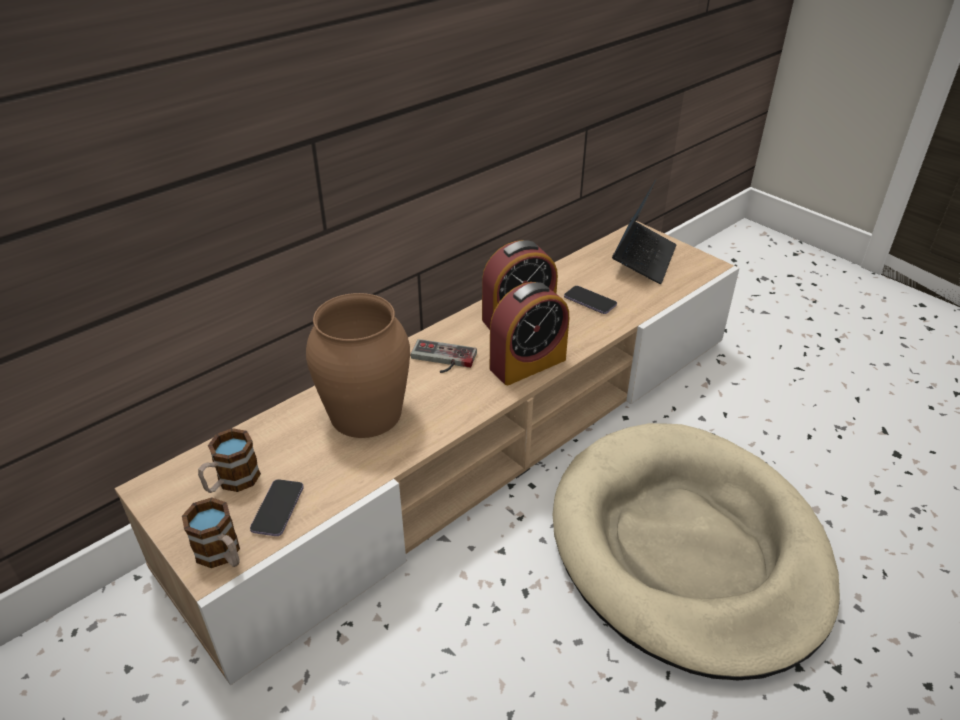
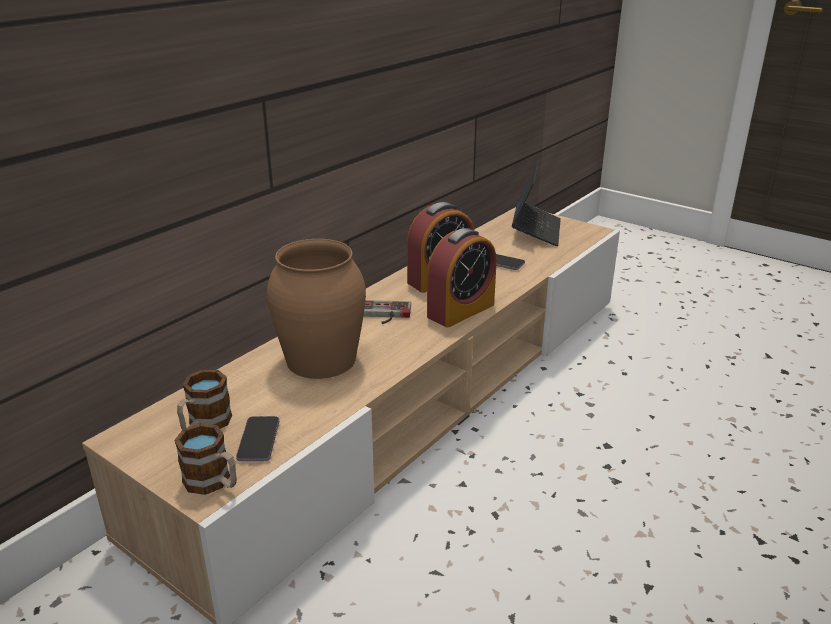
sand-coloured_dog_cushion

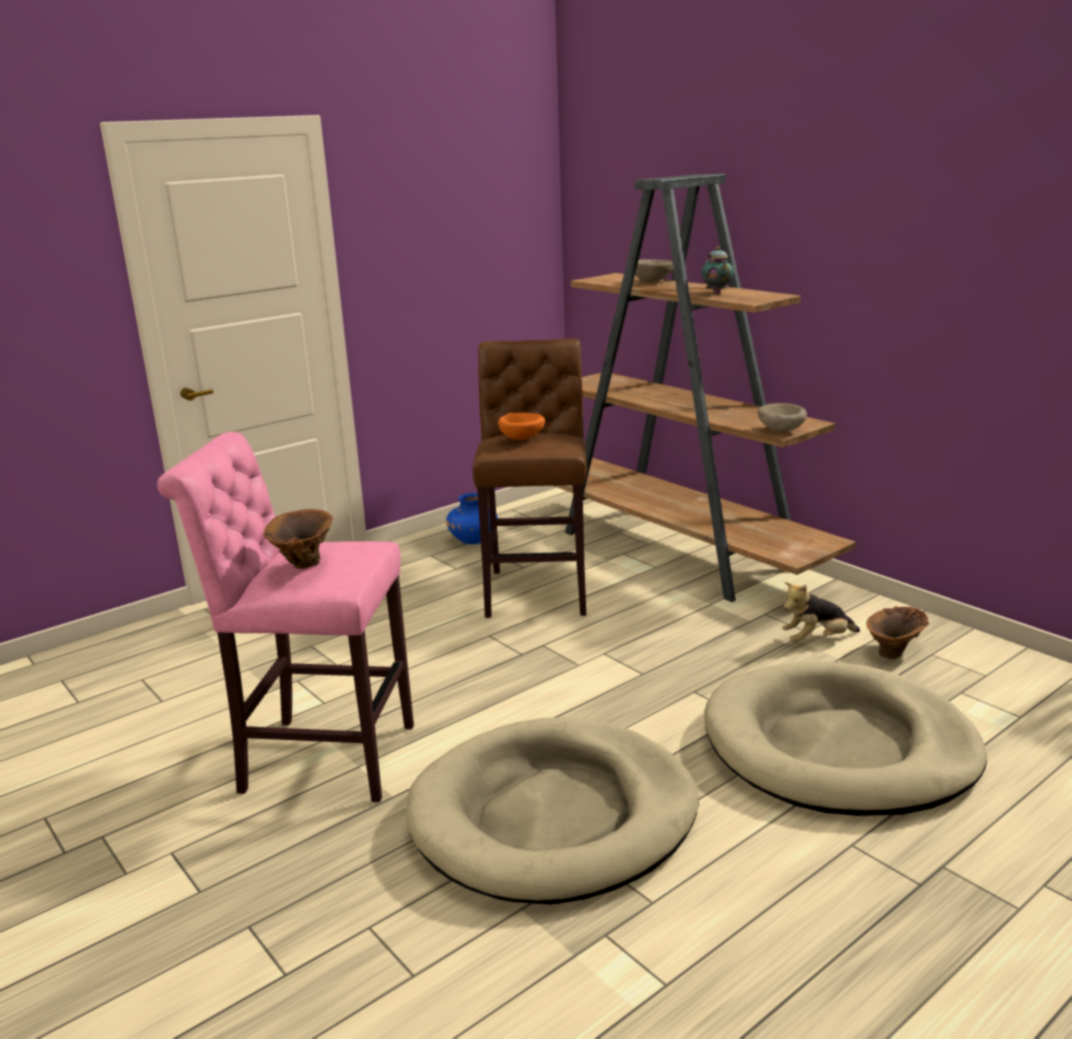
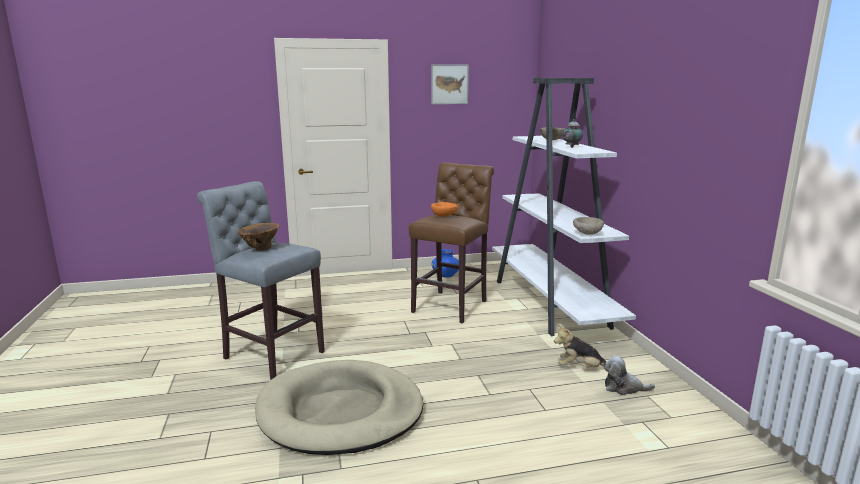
sand-coloured_dog_cushion (no. 2 from left in the first image)
picture
soft_toy (no. 2 from left)
grey_stool
white_bookshelf

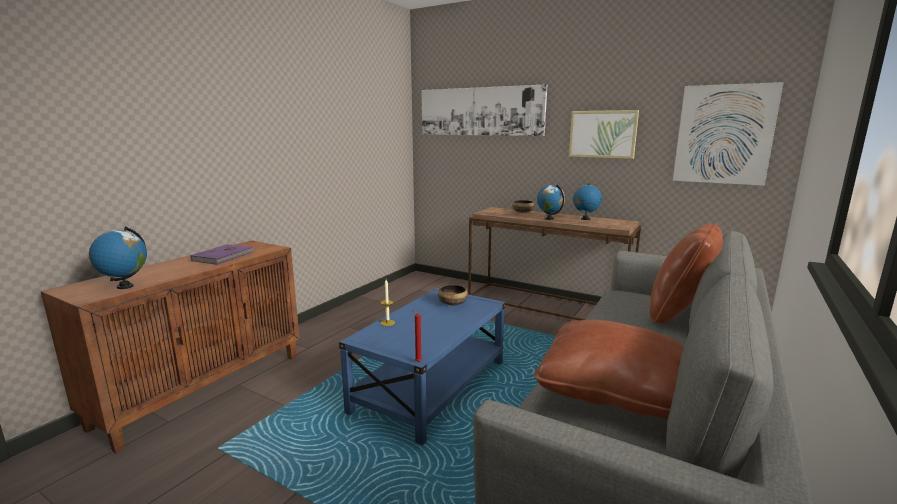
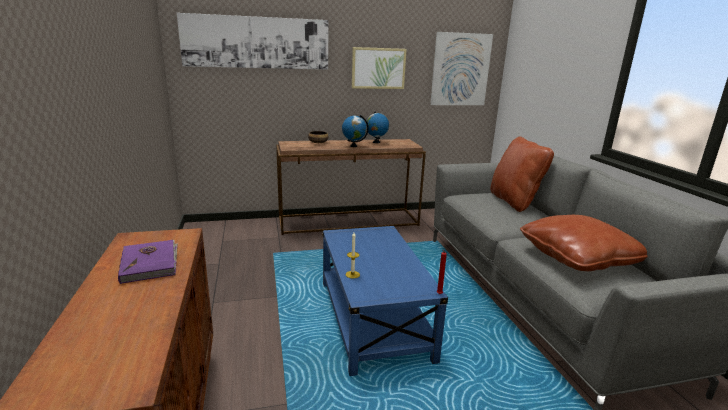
world_globe (no. 1 from left in the first image)
deep_dish (no. 1 from left in the first image)

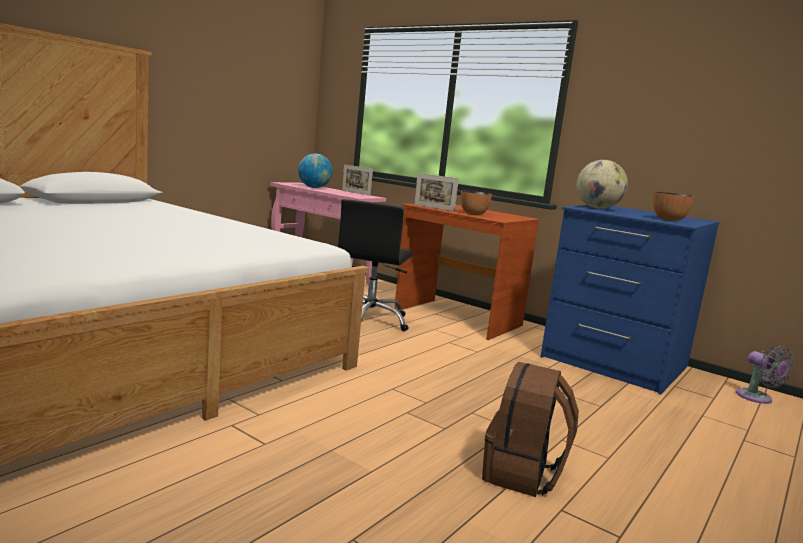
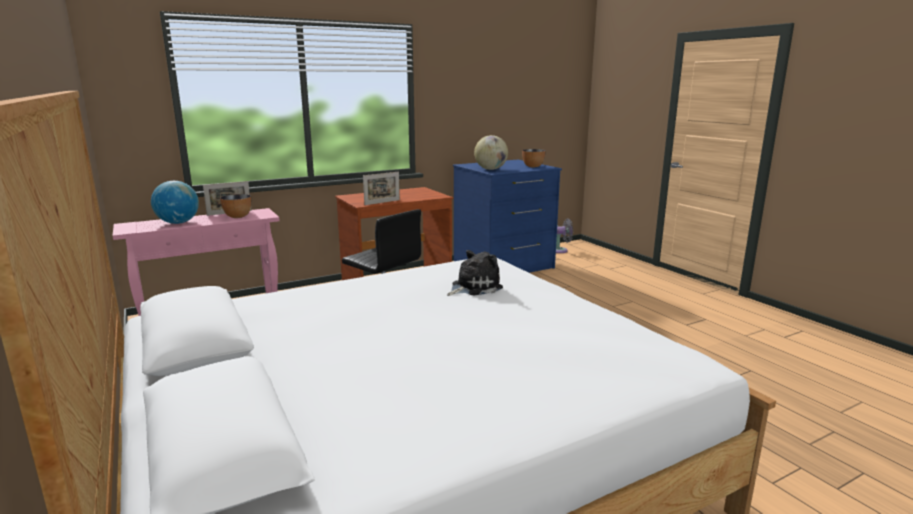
brownish_backpack
soft_toy
deep_dish (no. 1 from left)

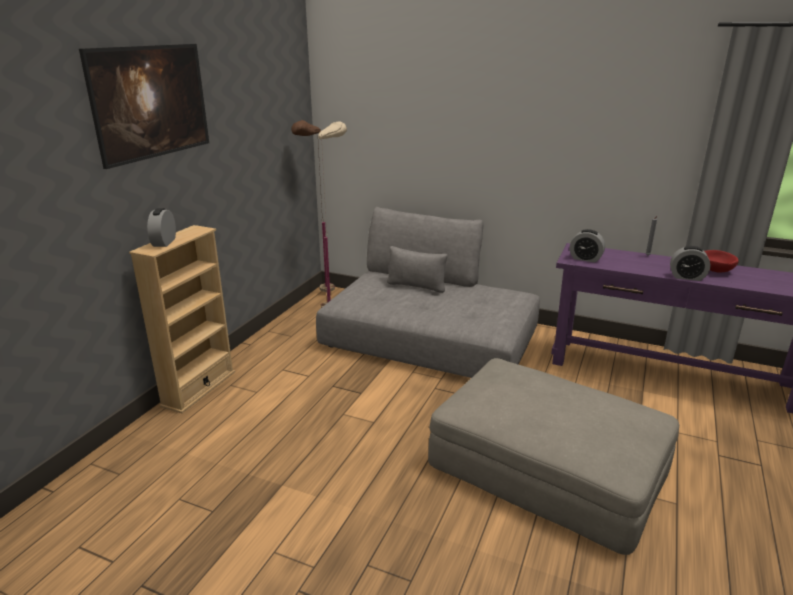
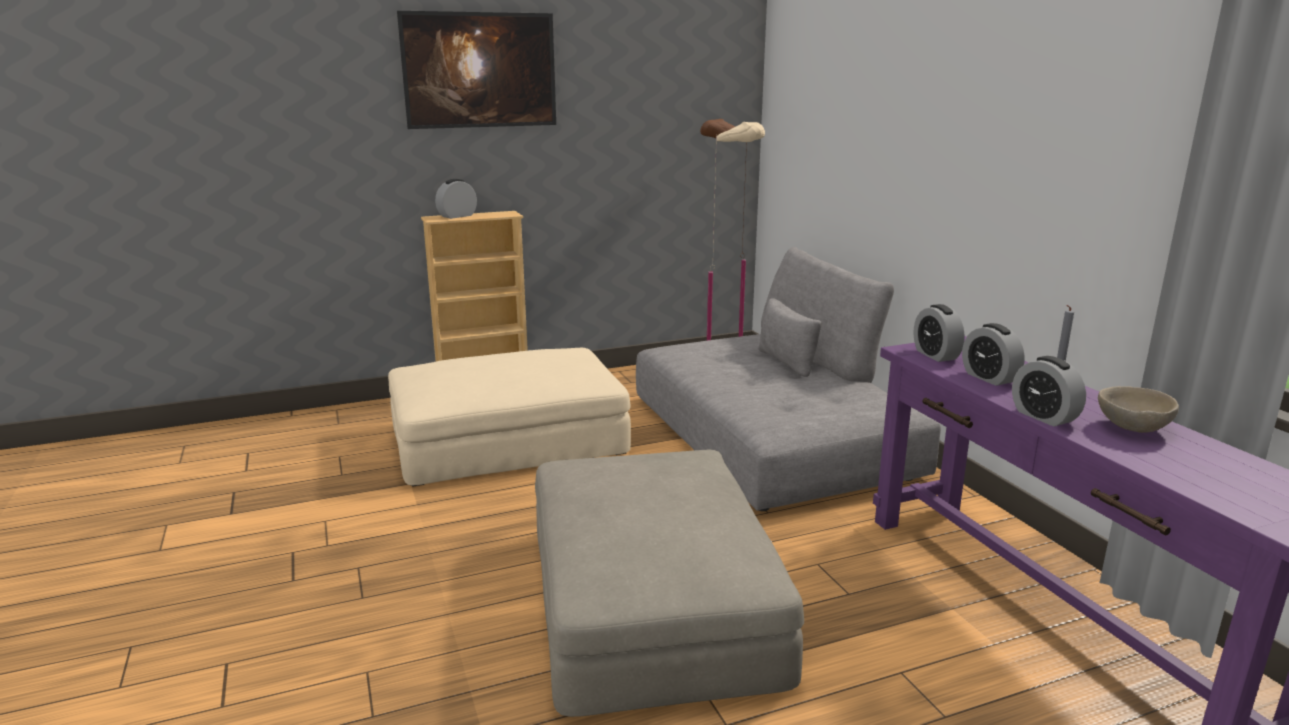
sand-coloured_pouffe (no. 1 from left)
alarm_clock (no. 3 from left)
sand-coloured_deep_dish

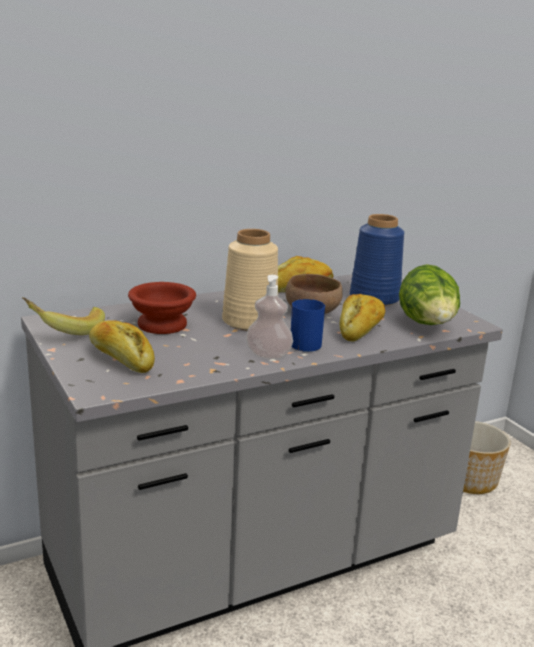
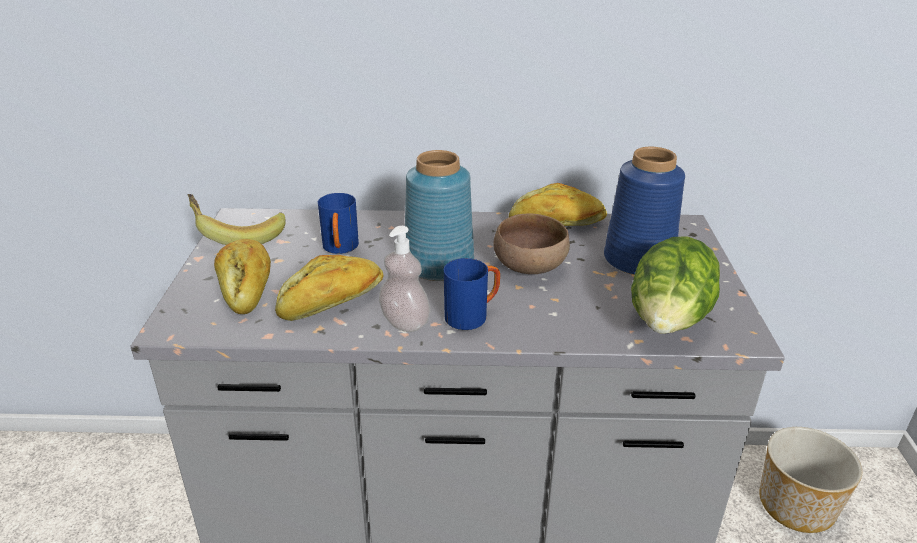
baked_bread (no. 2 from left)
blue-coloured_coffee_mug (no. 1 from left)
blue-coloured_flower_vase (no. 1 from left)

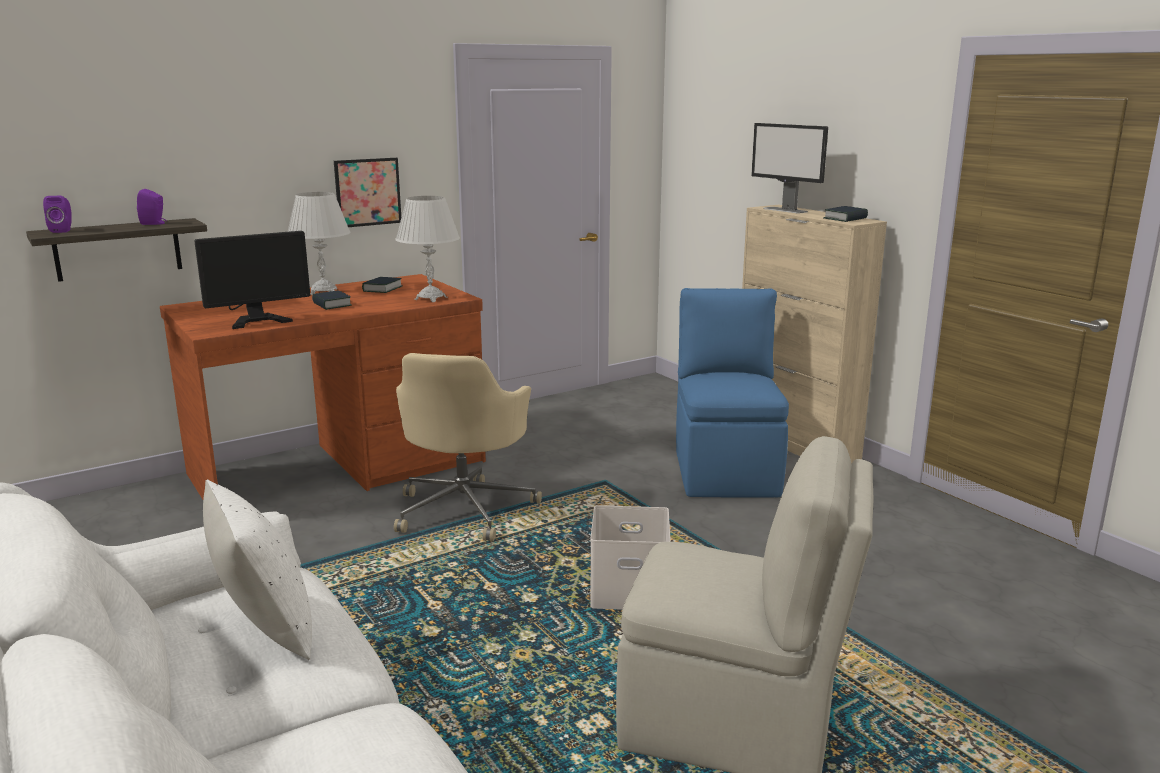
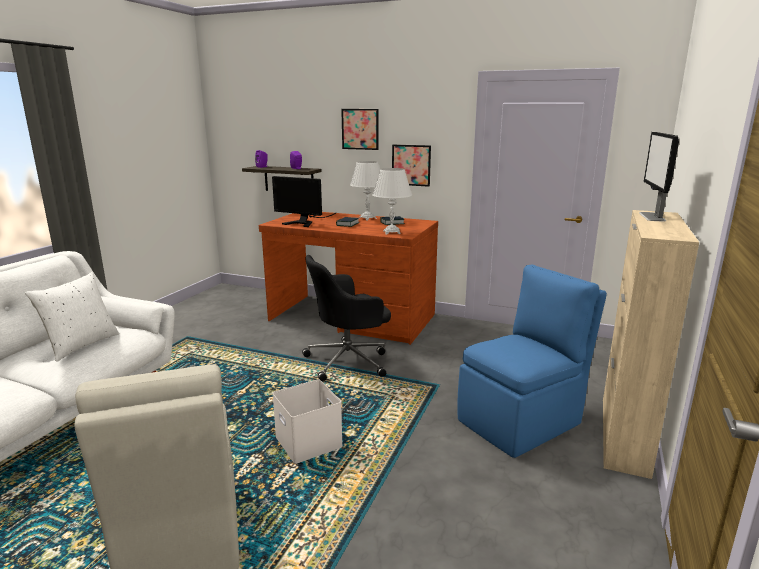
bound_book (no. 3 from left in the first image)
picture (no. 1 from left)
black-coloured_desk_chair

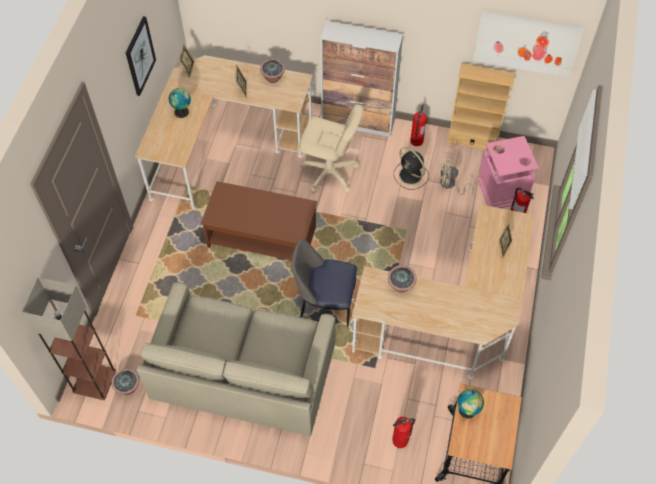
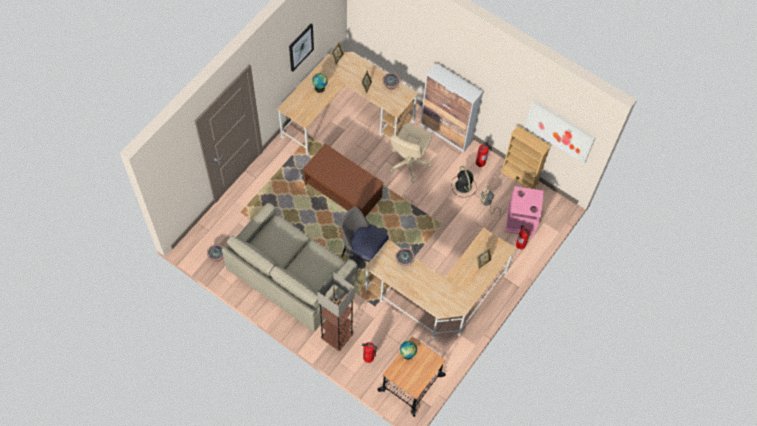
floor_lamp
sand-coloured_desk_chair

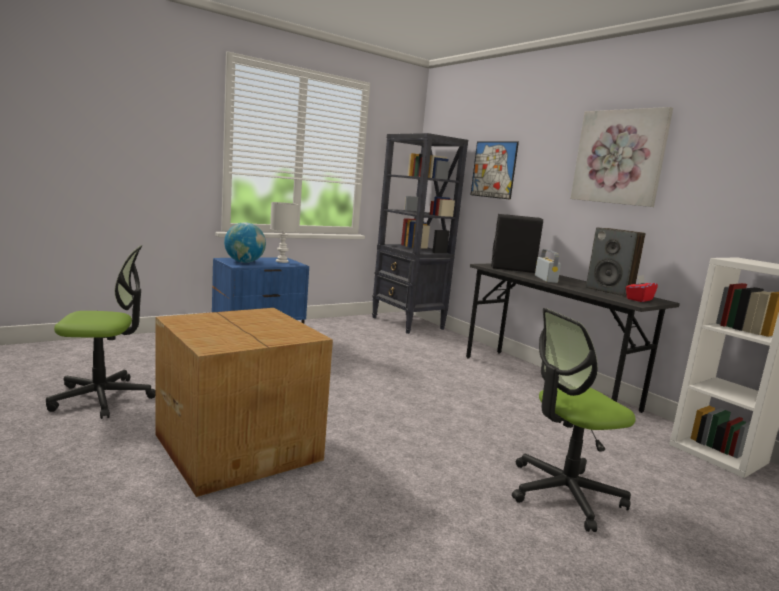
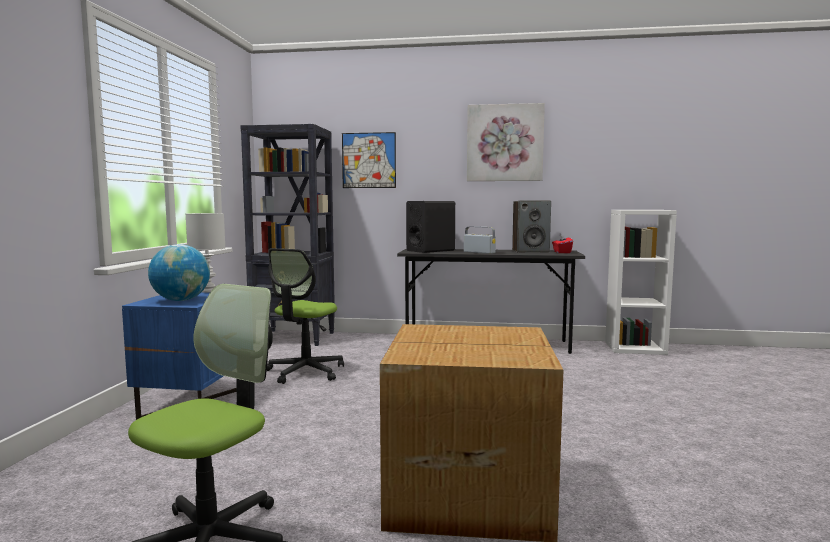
desk_chair (no. 2 from left)

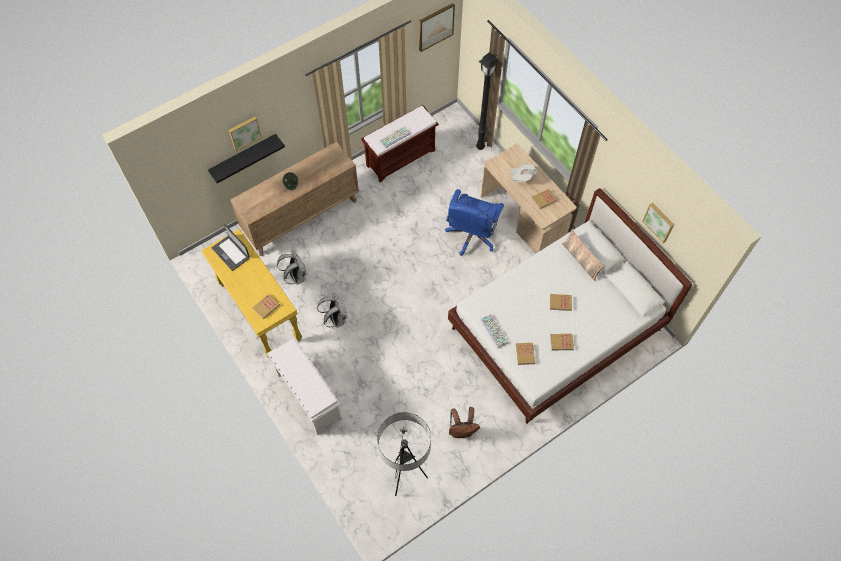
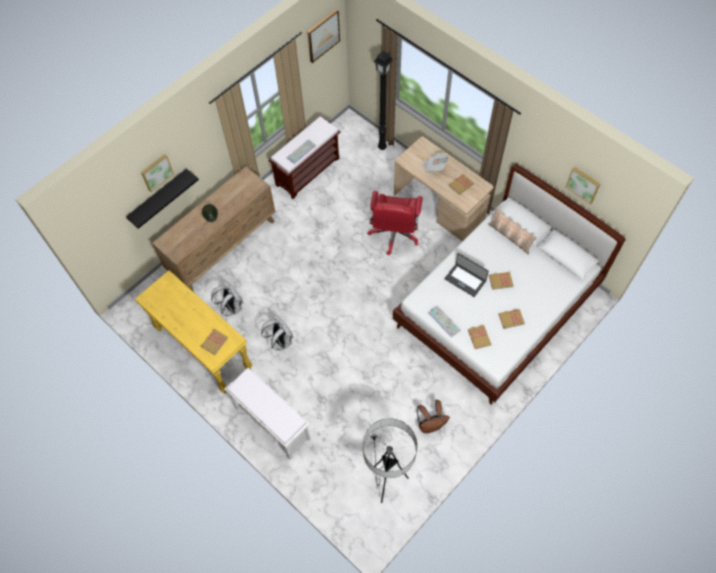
portable_computer
red-coloured_desk_chair

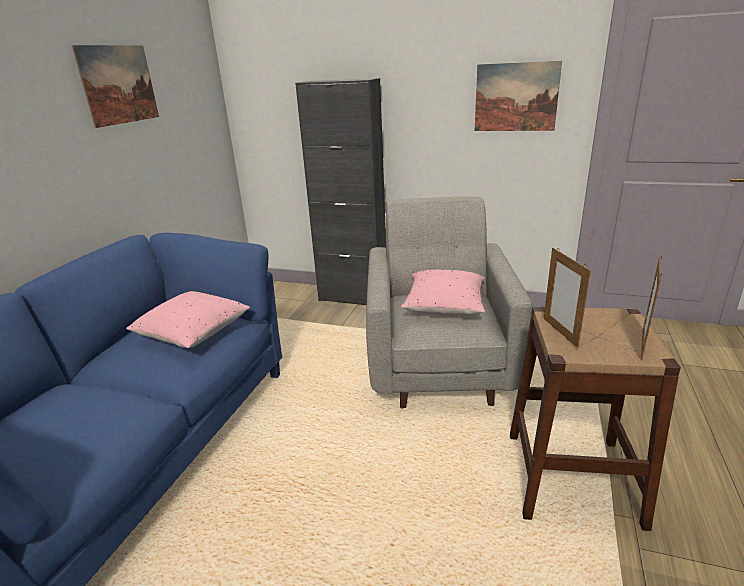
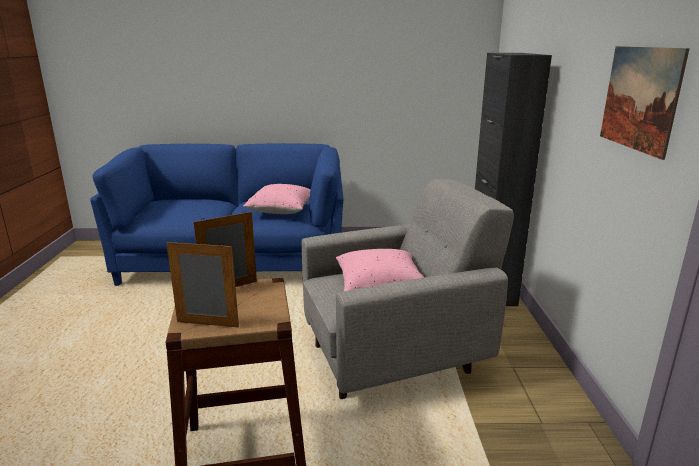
picture (no. 1 from left in the first image)

